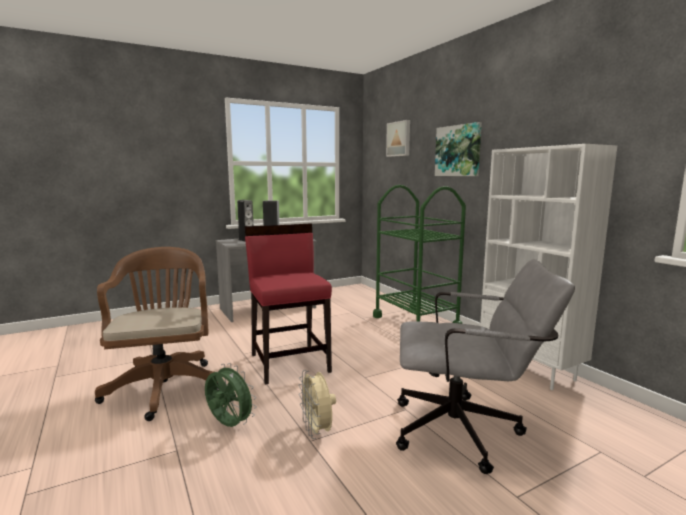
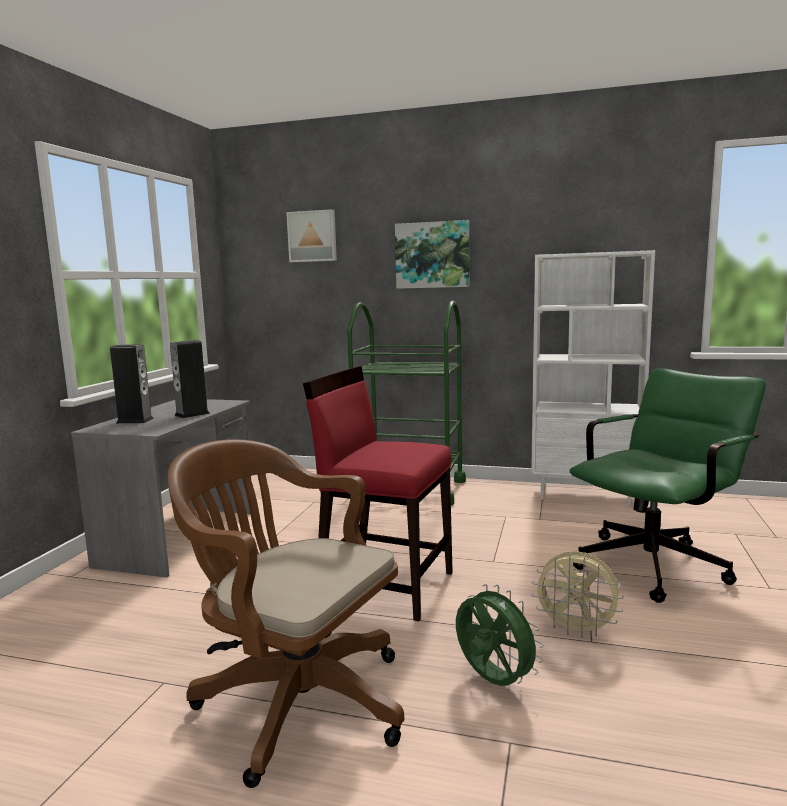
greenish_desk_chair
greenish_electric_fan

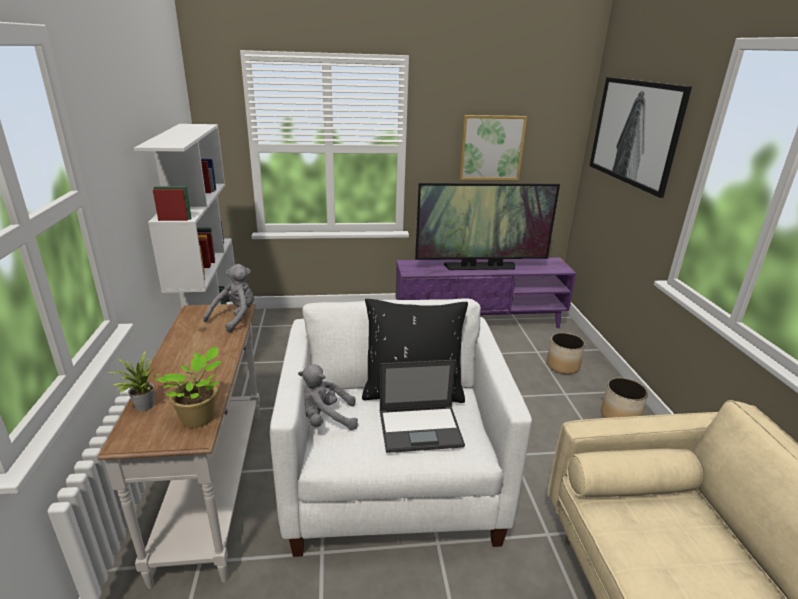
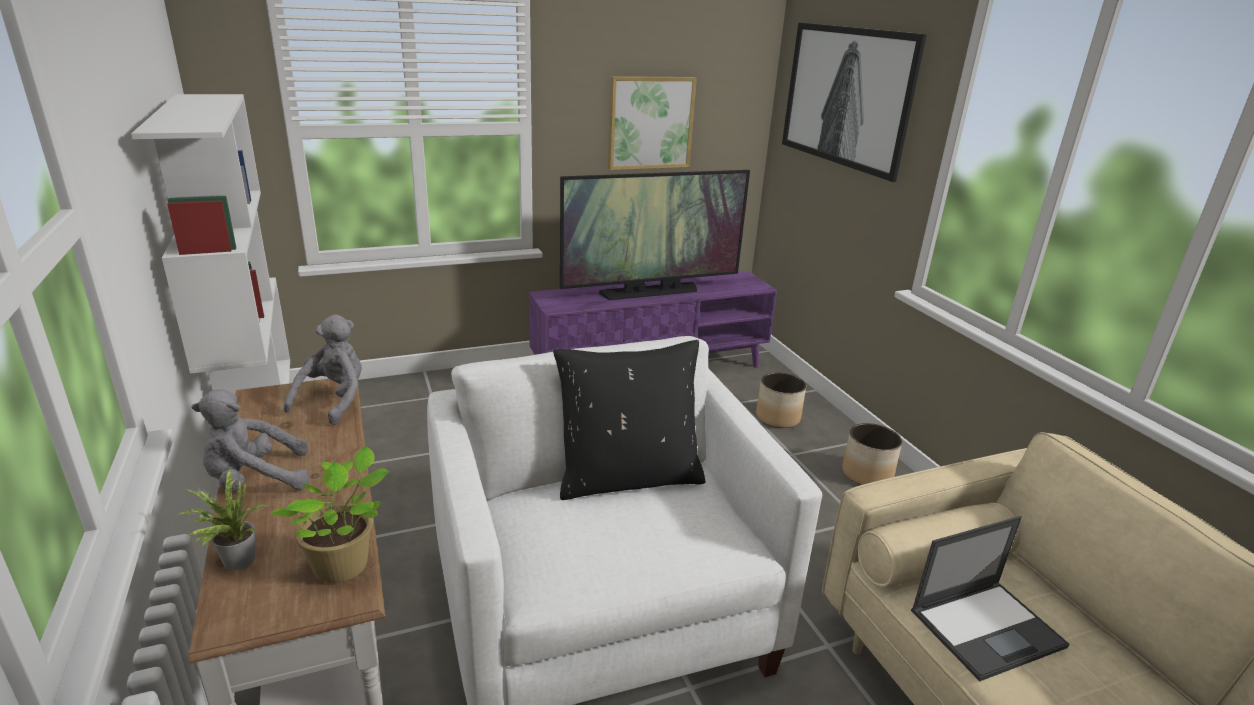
grey_soft_toy (no. 1 from left)
portable_computer

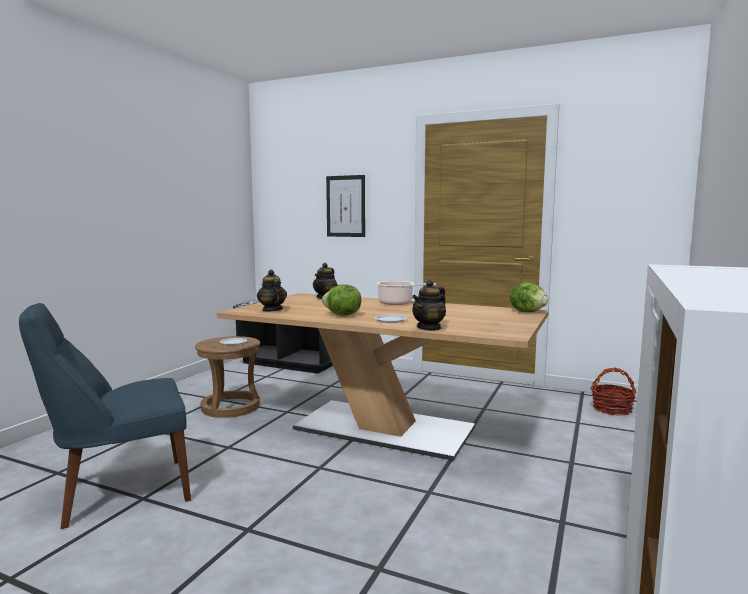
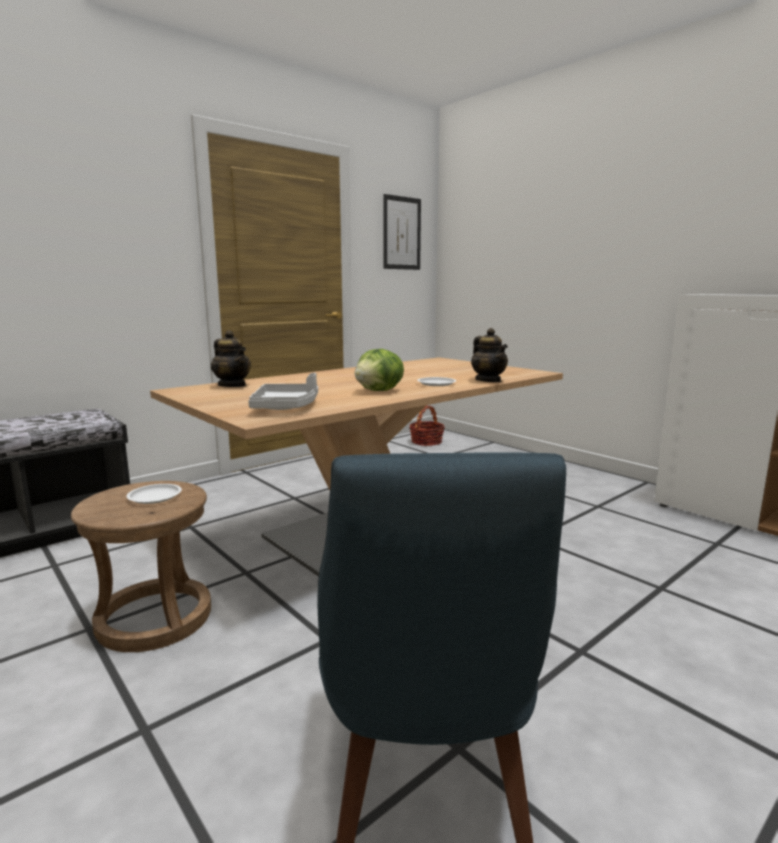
saucepot
head_of_lettuce (no. 2 from left in the first image)
picture
grey_serving_tray

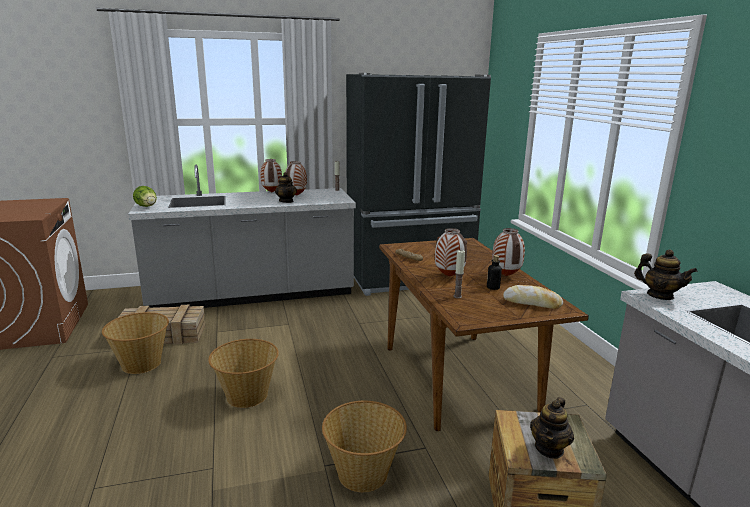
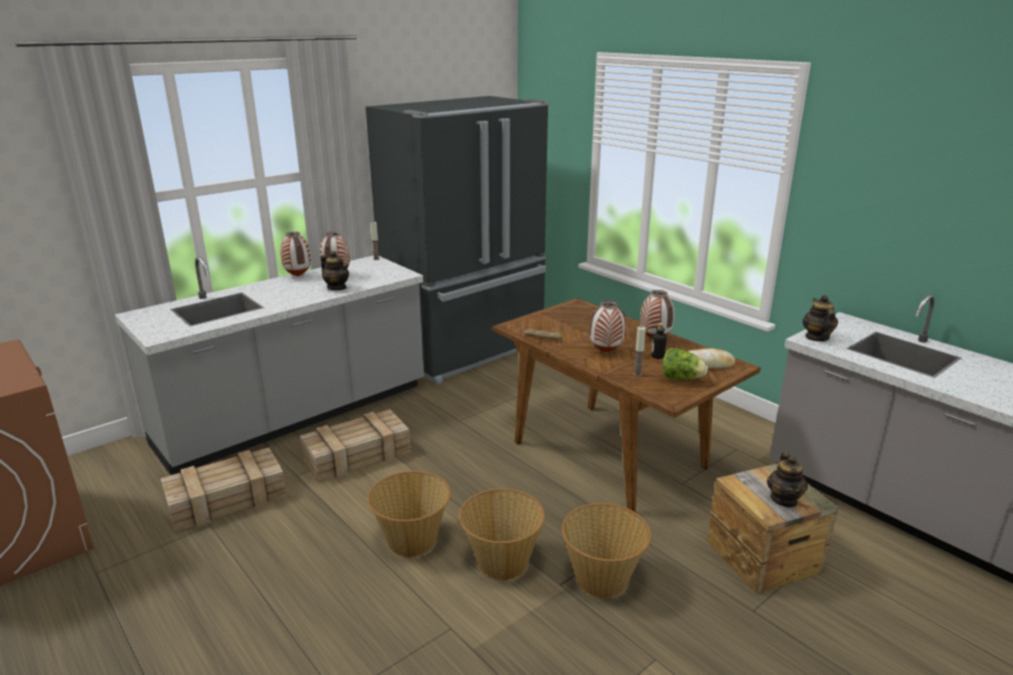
shipping_crate (no. 2 from left)
storage_basket (no. 2 from left)
head_of_lettuce
teapot (no. 3 from left)

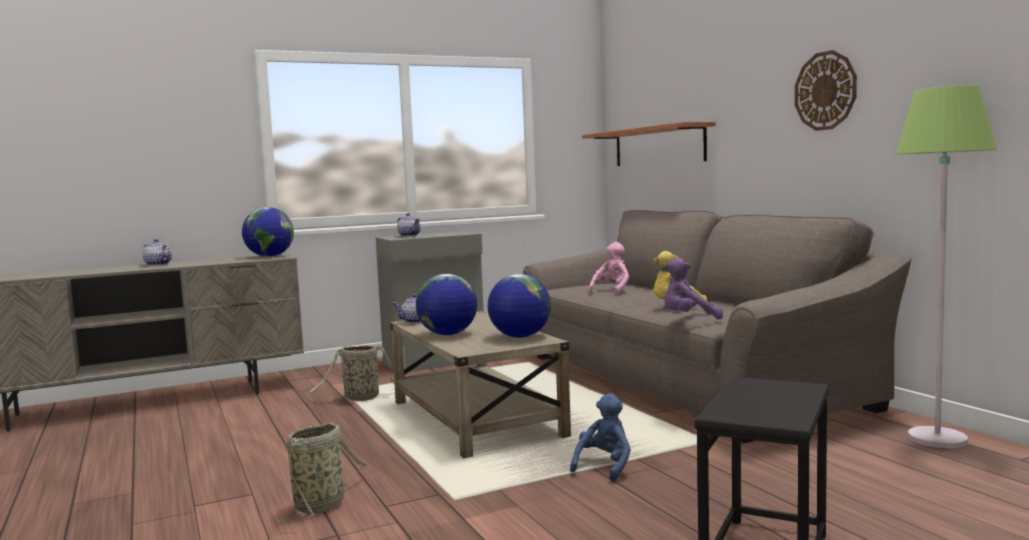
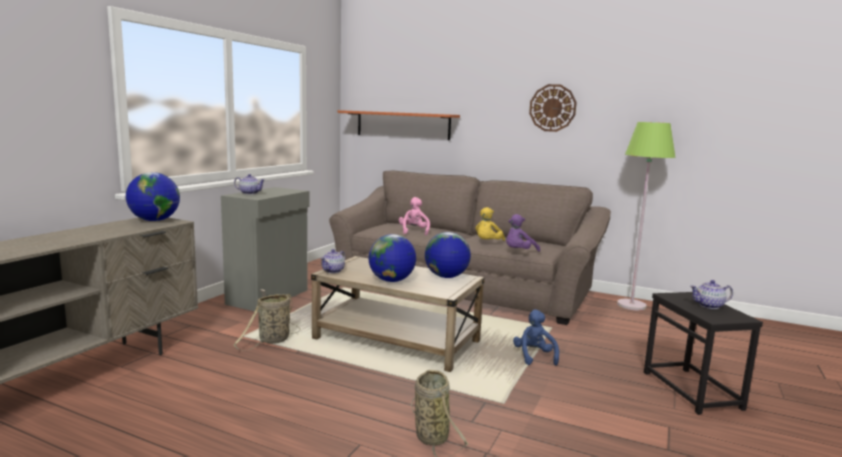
teapot (no. 3 from left)

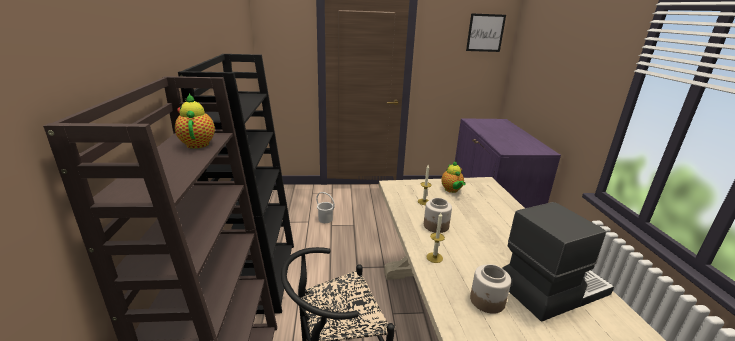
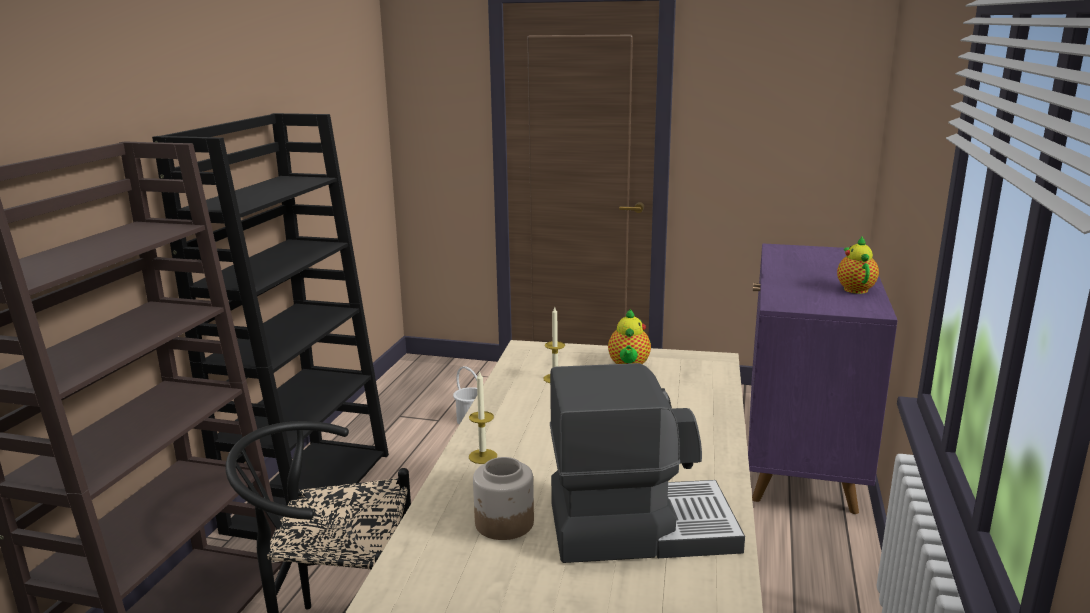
jar (no. 1 from left in the first image)
picture
teapot (no. 2 from left)

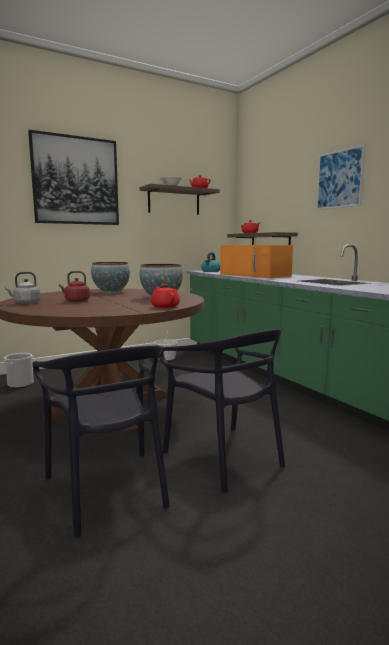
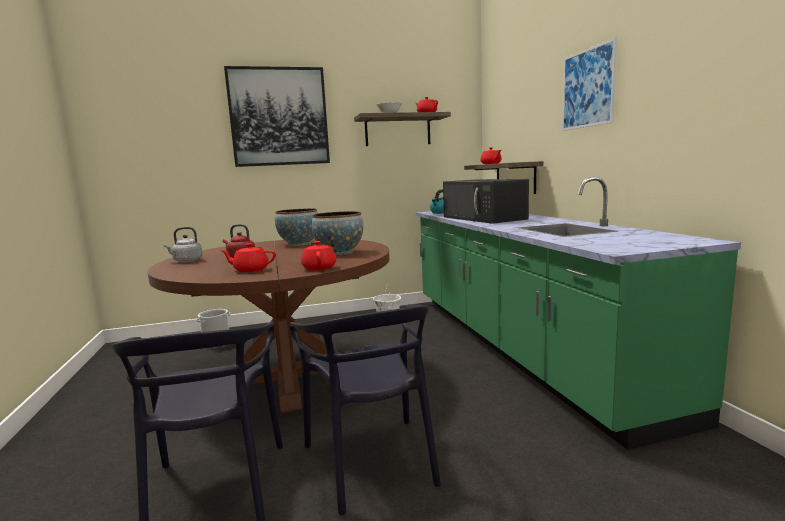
red-coloured_teapot (no. 1 from left)
black-coloured_kitchen_microwave

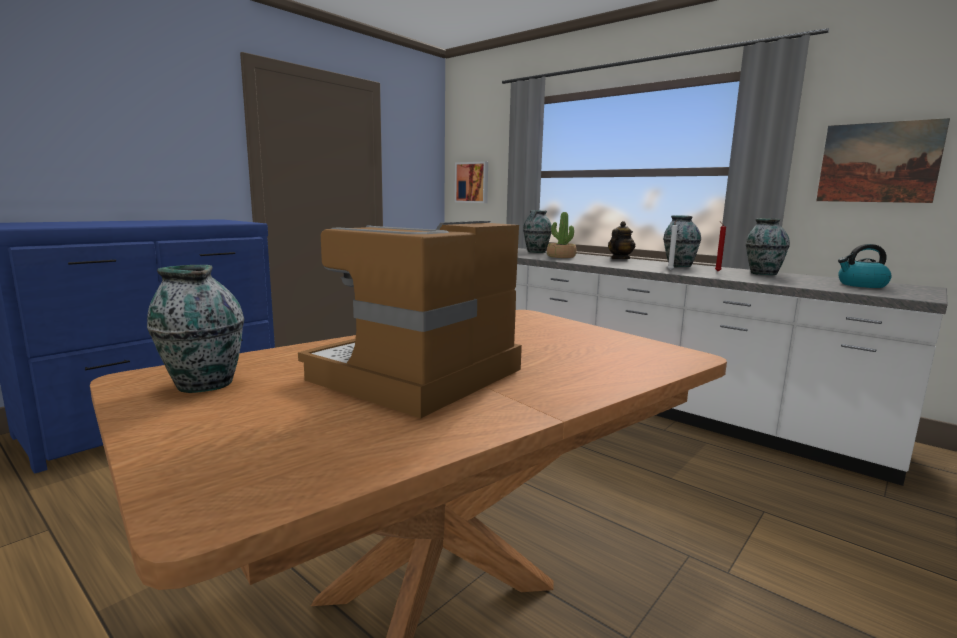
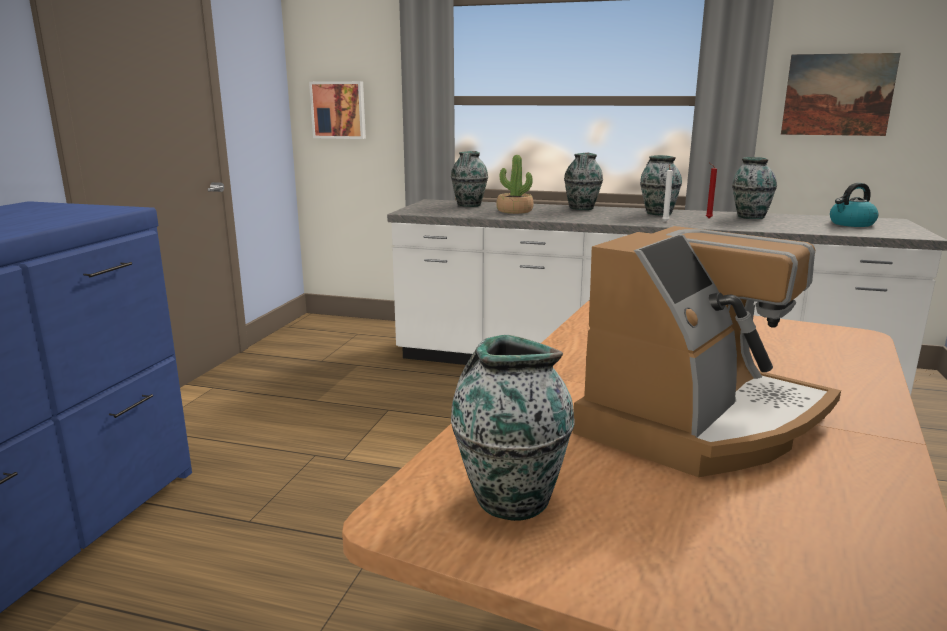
flower_vase (no. 3 from left)
coffee_machine

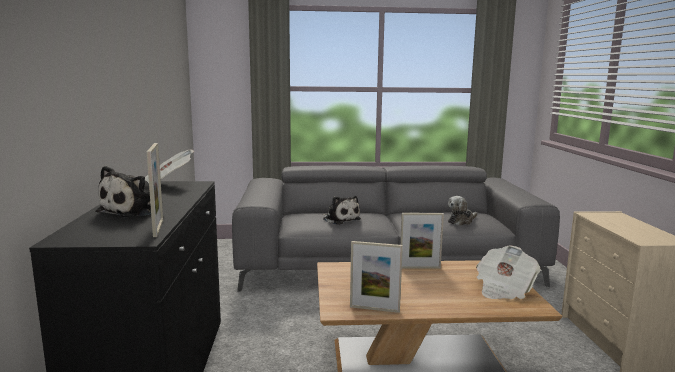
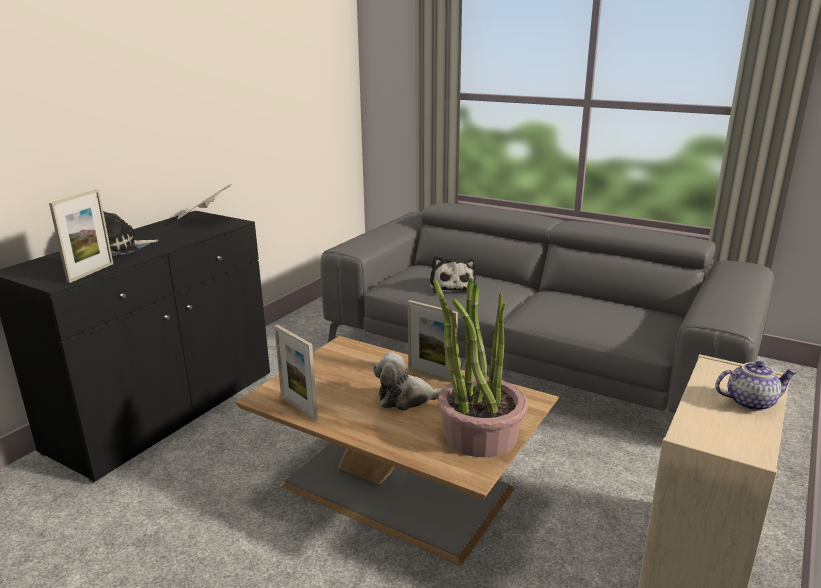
teapot
soft_toy (no. 2 from left)
potted_plant

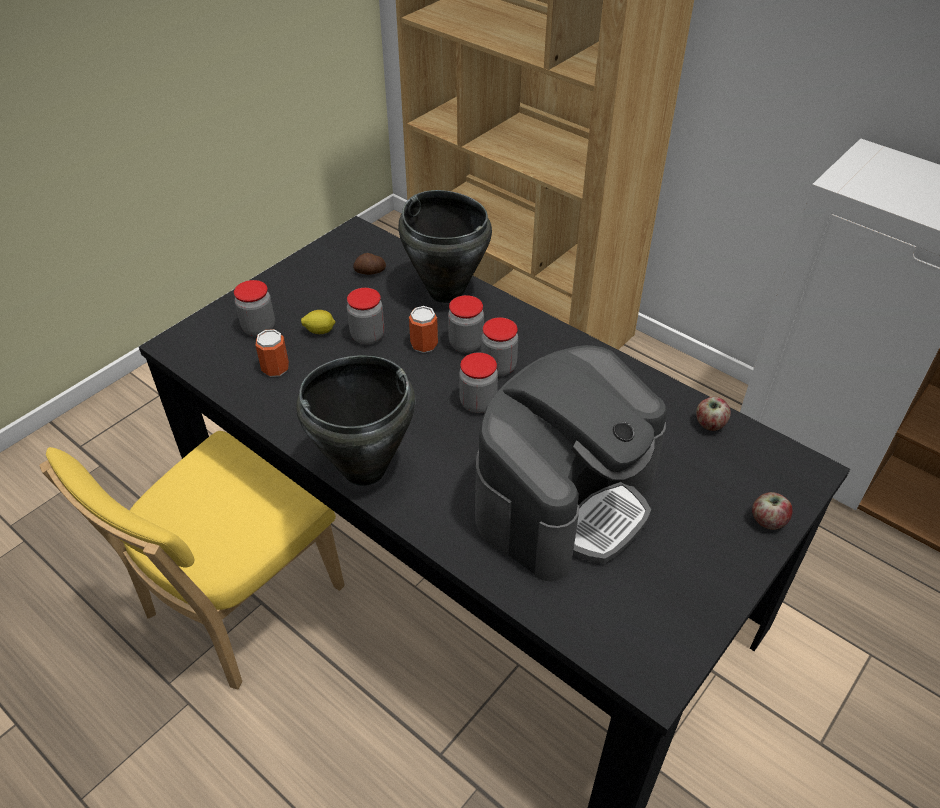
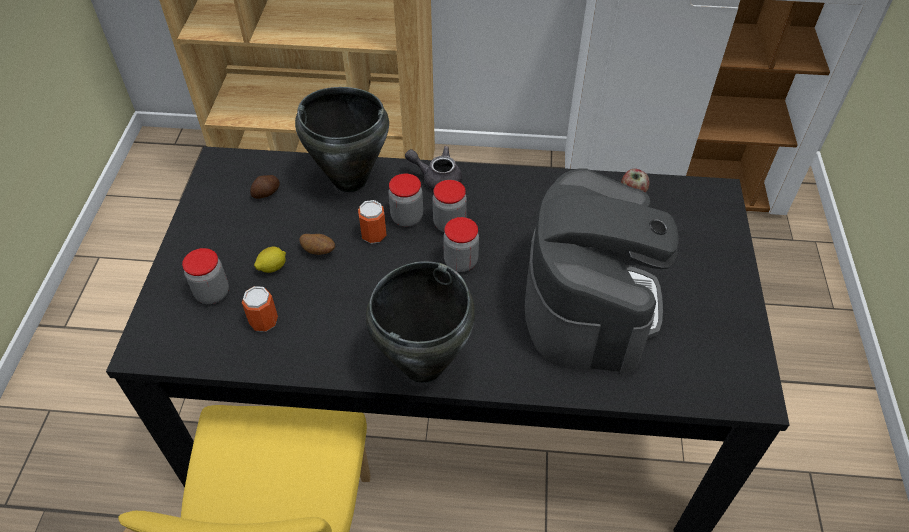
whole_apple (no. 2 from left in the first image)
grey_teapot
potato (no. 2 from left)

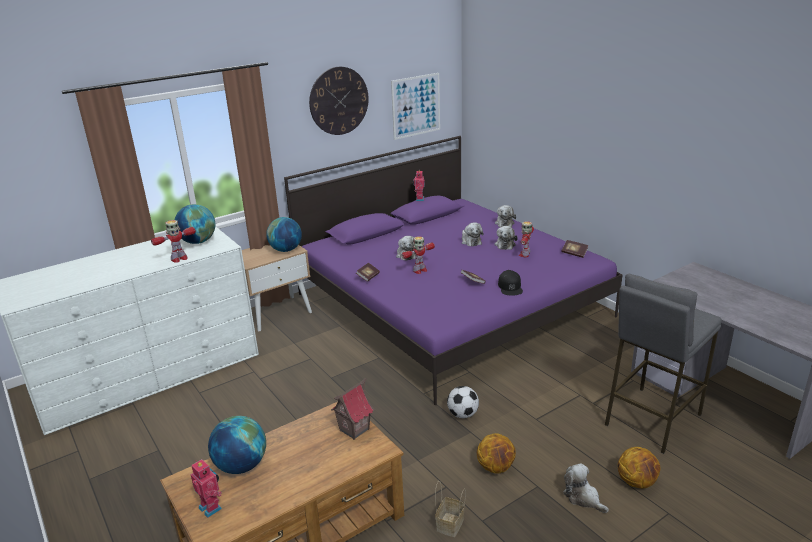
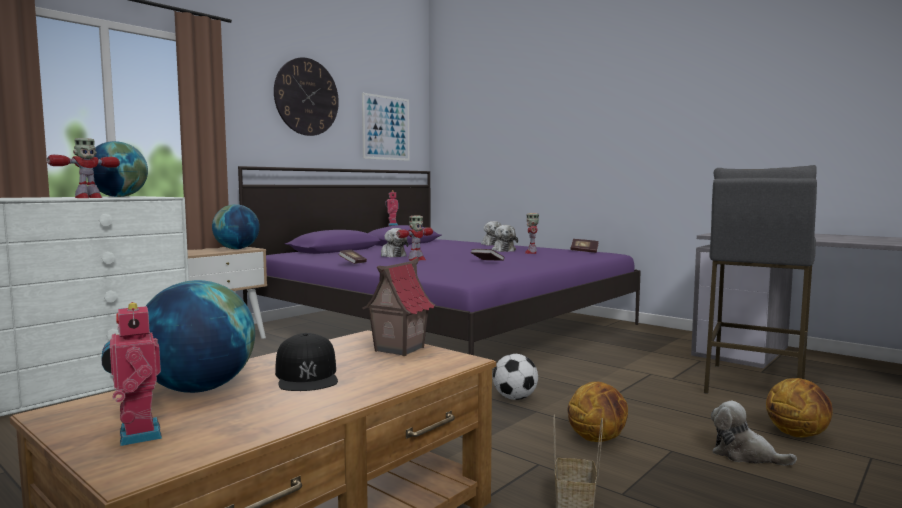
soft_toy (no. 2 from left in the first image)
black-coloured_baseball_cap
model_robot (no. 2 from left)

